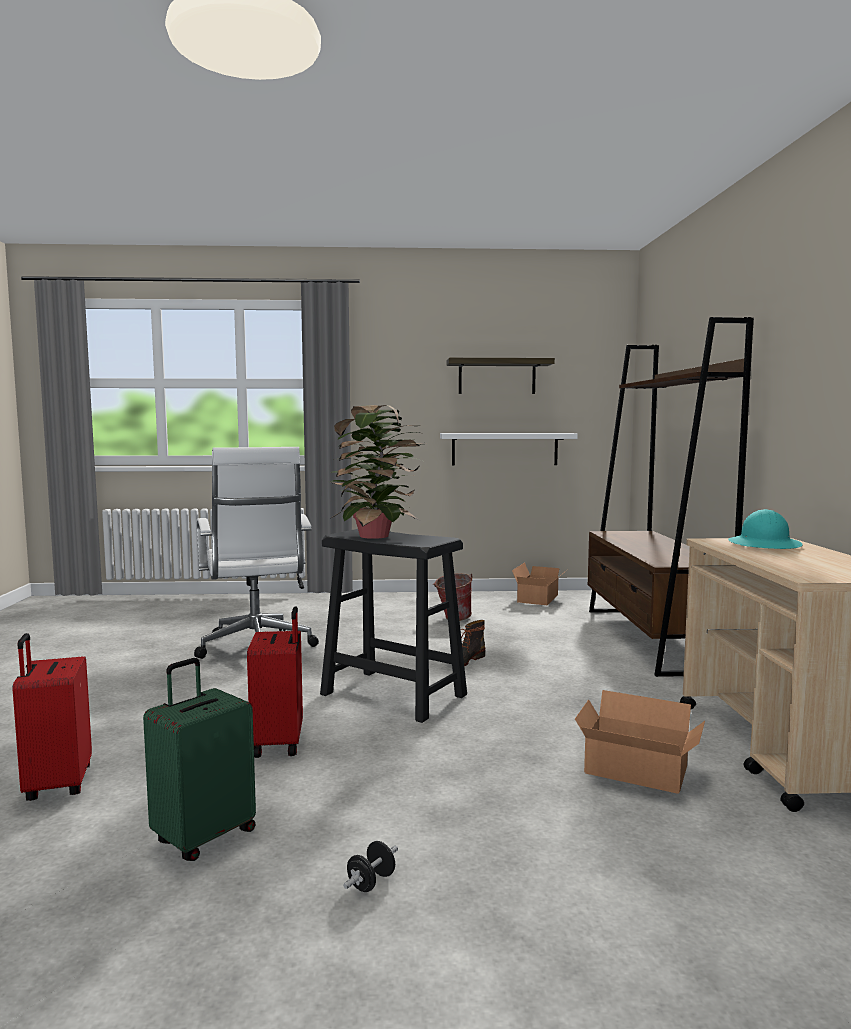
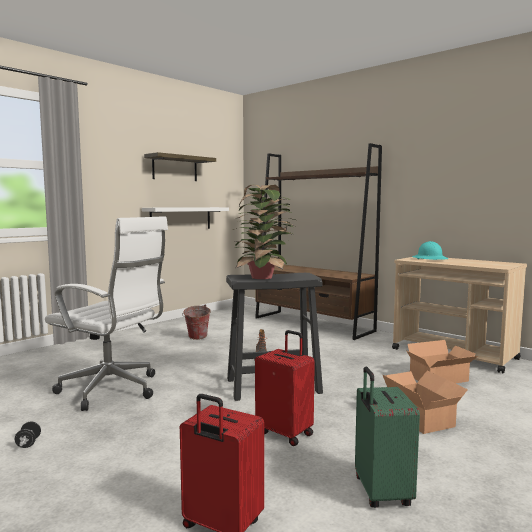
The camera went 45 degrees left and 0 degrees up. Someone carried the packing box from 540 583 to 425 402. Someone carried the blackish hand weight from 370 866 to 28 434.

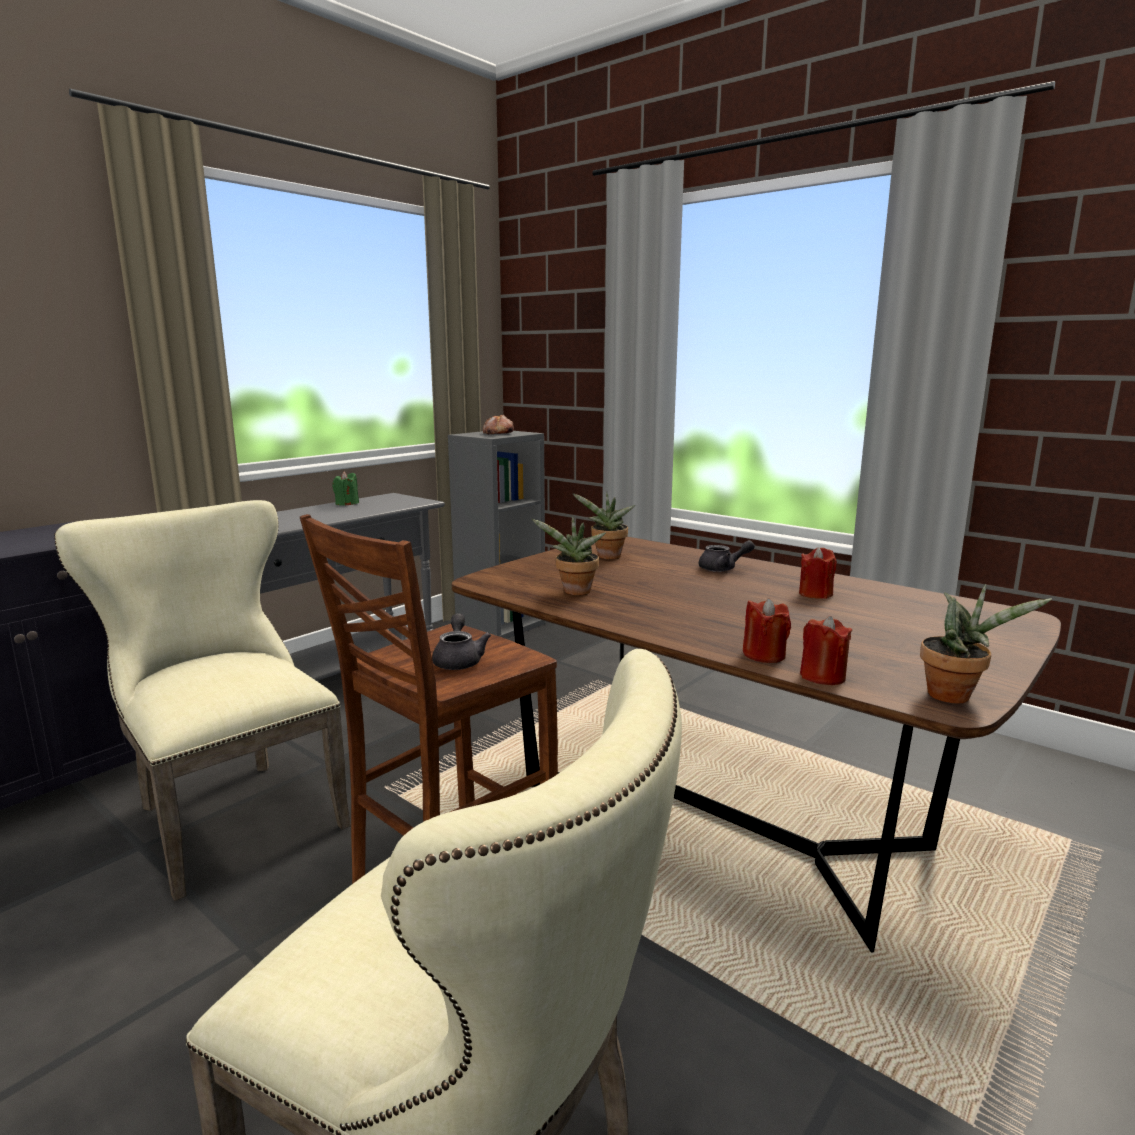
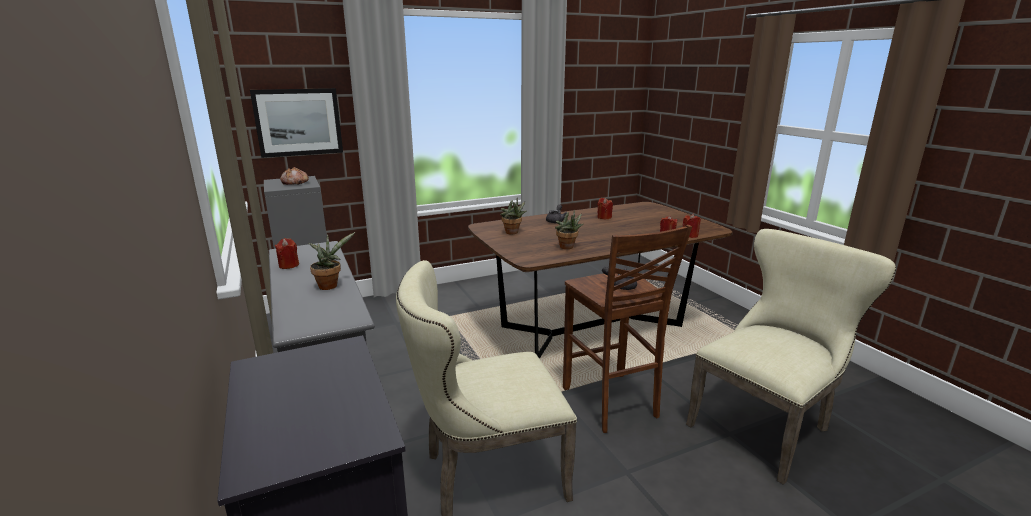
The camera went 65 degrees left and 5 degrees up. Someone repainted the greenish candle at 345 488, which became the reddish candle at 287 253. Someone carried the houseplant from 986 644 to 331 261. Someone put up the wall picture at 296 123.

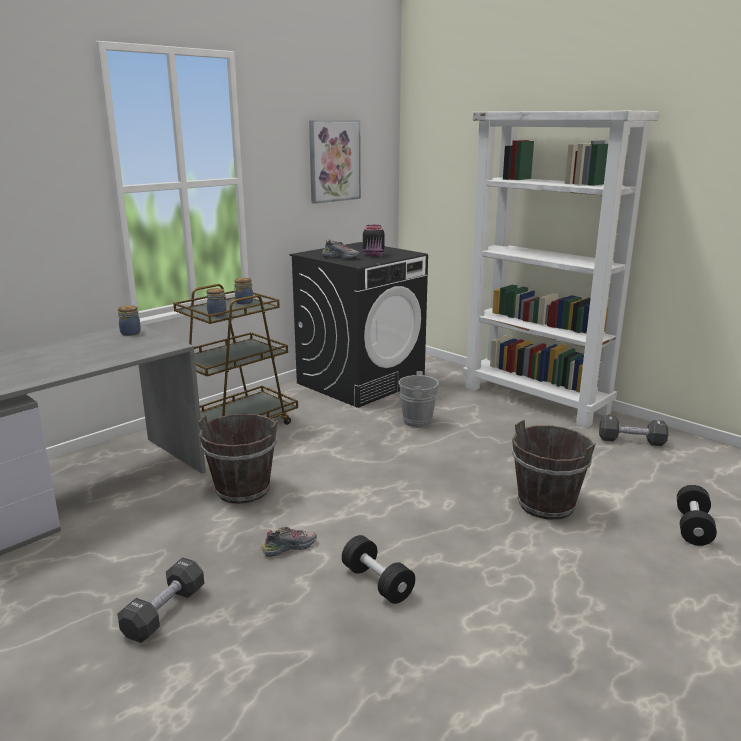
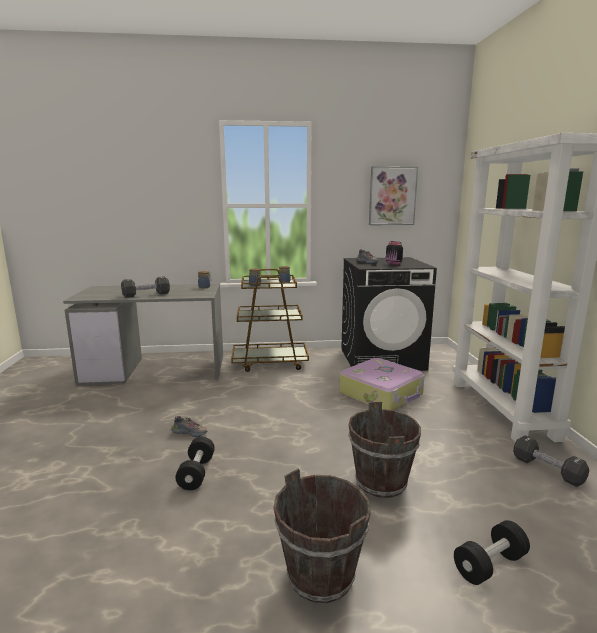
The camera went 40 degrees right and 5 degrees down. Someone swapped the grey pail at 422 399 for the piece of luggage at 382 384. Someone carried the brownish pail from 238 459 to 322 536. Someone carried the blackish hand weight from 160 600 to 145 287.

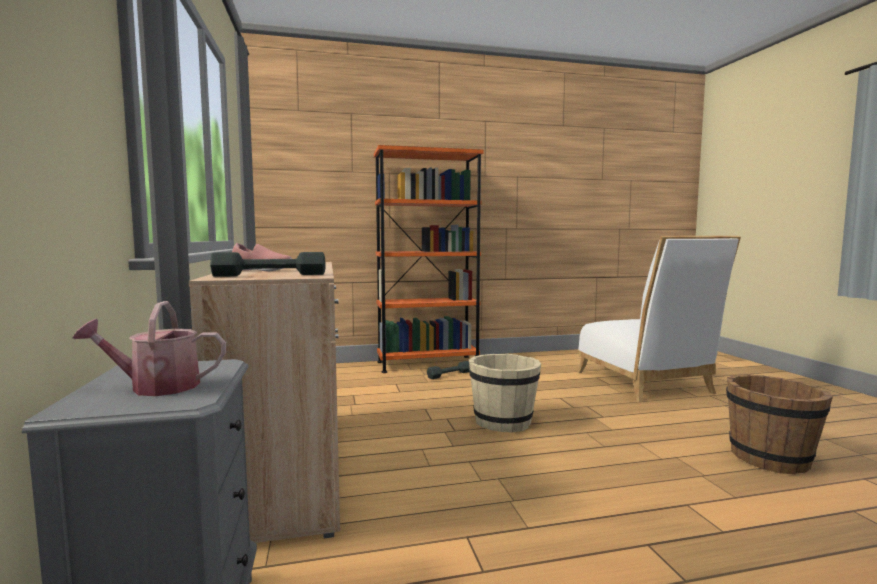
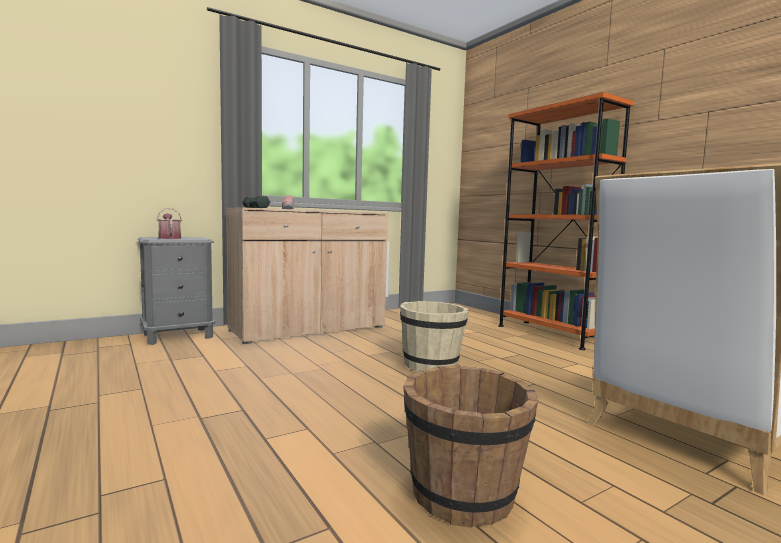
The camera went 70 degrees right and 0 degrees up. Someone took away the grey hand weight at 448 370.

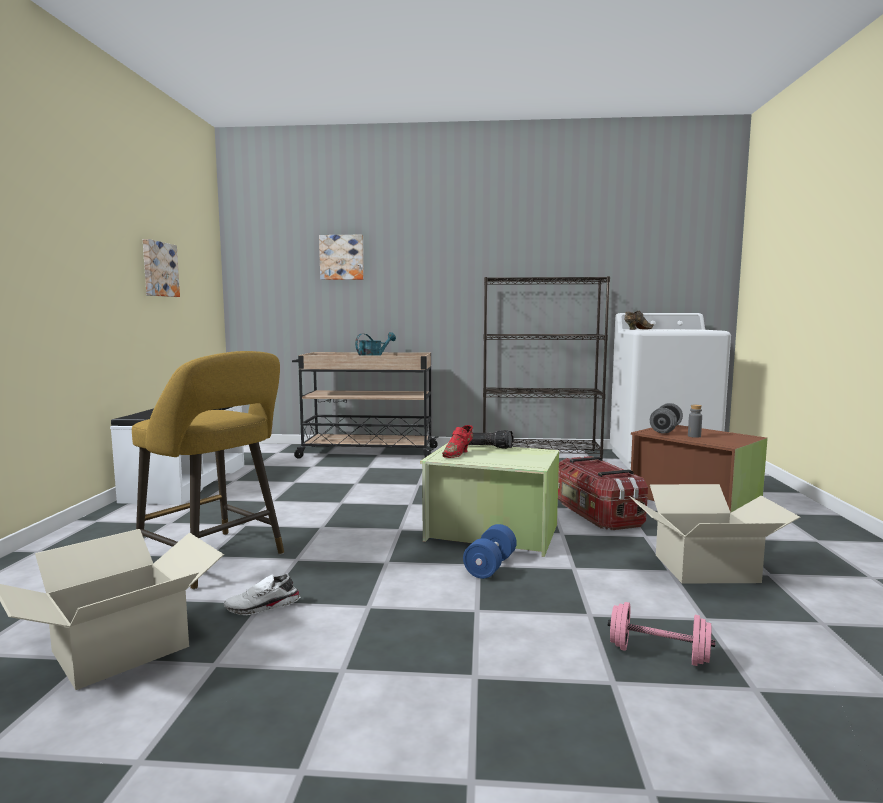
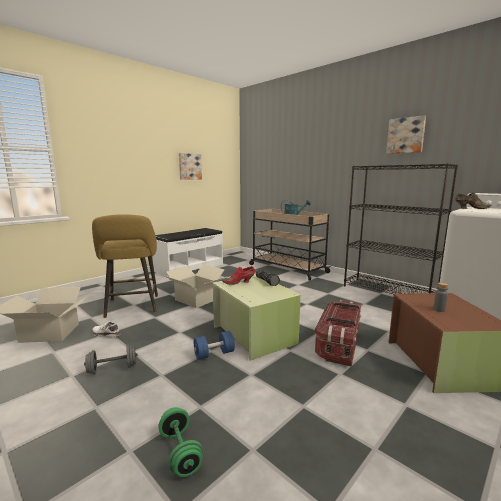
The camera went 40 degrees right and 5 degrees up. Someone carried the wall picture from 341 257 to 406 134. Someone carried the grey hand weight from 666 418 to 111 360. Someone carried the packing box from 714 534 to 195 286. Someone repainted the pink hand weight at 661 634, which became the greenish hand weight at 180 442.

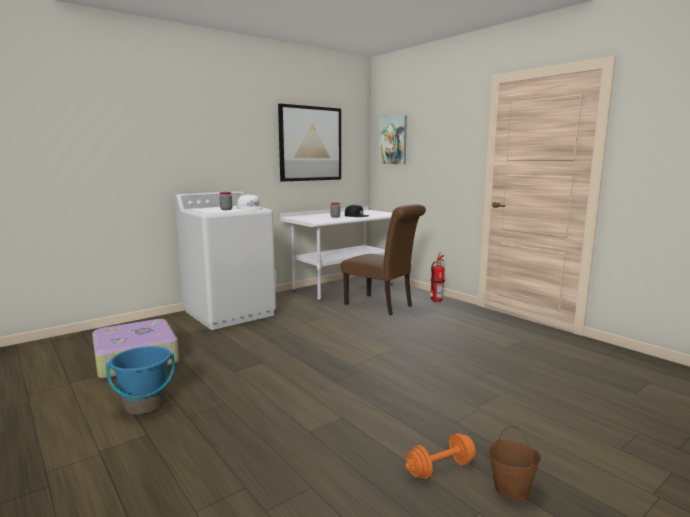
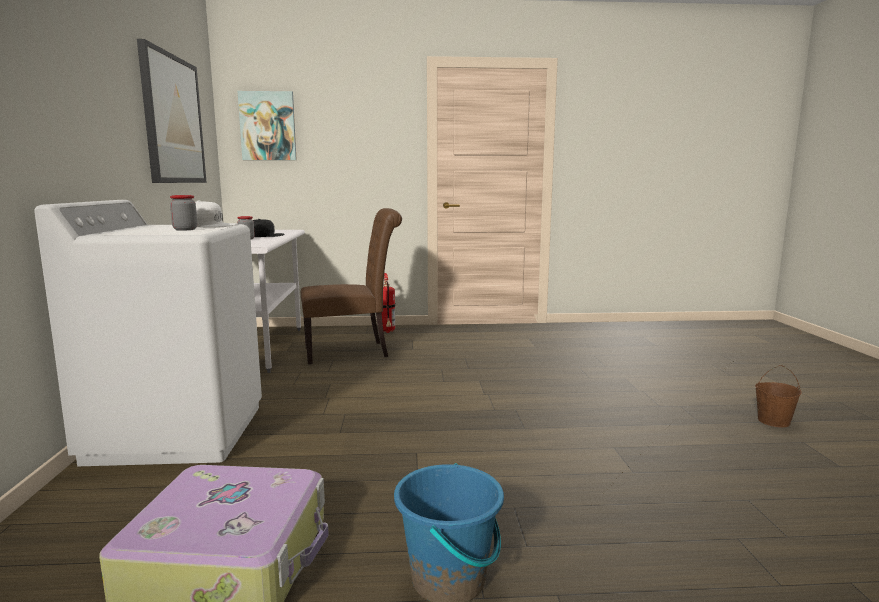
The camera went 55 degrees left and 0 degrees up. Someone took away the orangey hand weight at 441 456.

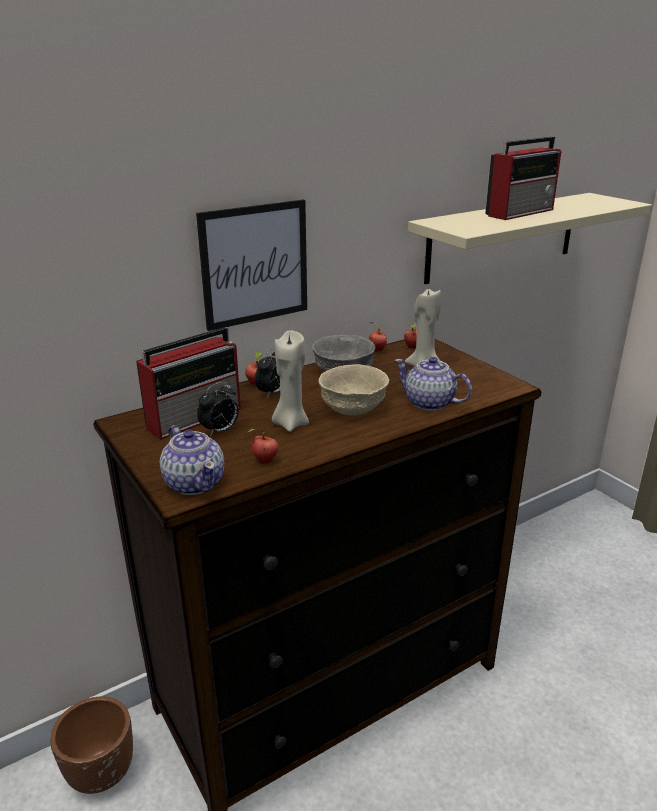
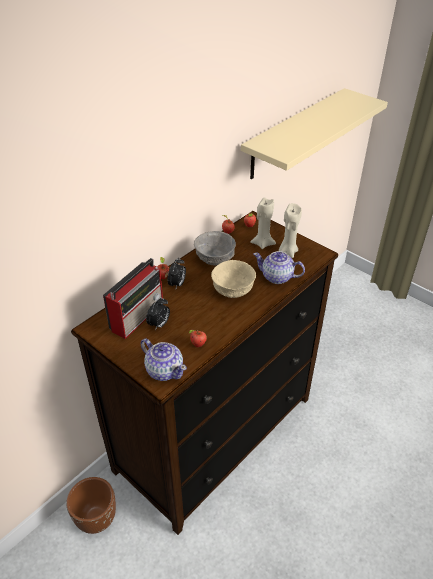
The camera went 15 degrees left and 15 degrees up. Someone took away the radio set at 523 178. Someone took away the wall picture at 251 265. Someone carried the beige-coloured candle from 290 381 to 290 230.

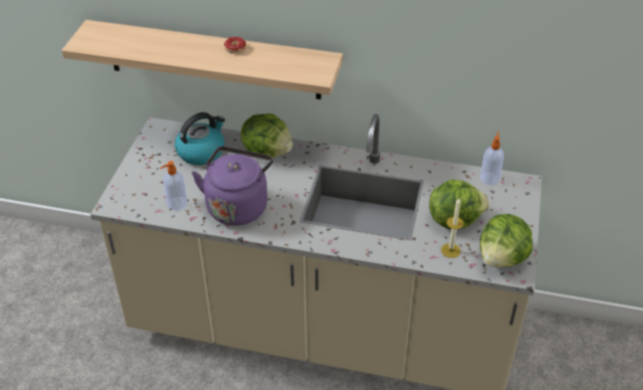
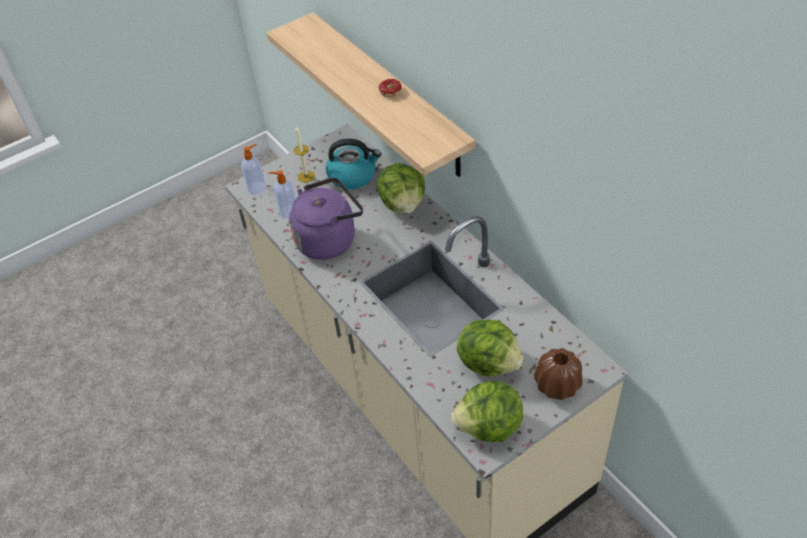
The camera went 45 degrees right and 5 degrees up. Someone carried the soap dispenser from 492 158 to 253 169. Someone carried the candle from 452 228 to 304 154. Someone put down the brownish decorative vase at 558 374.

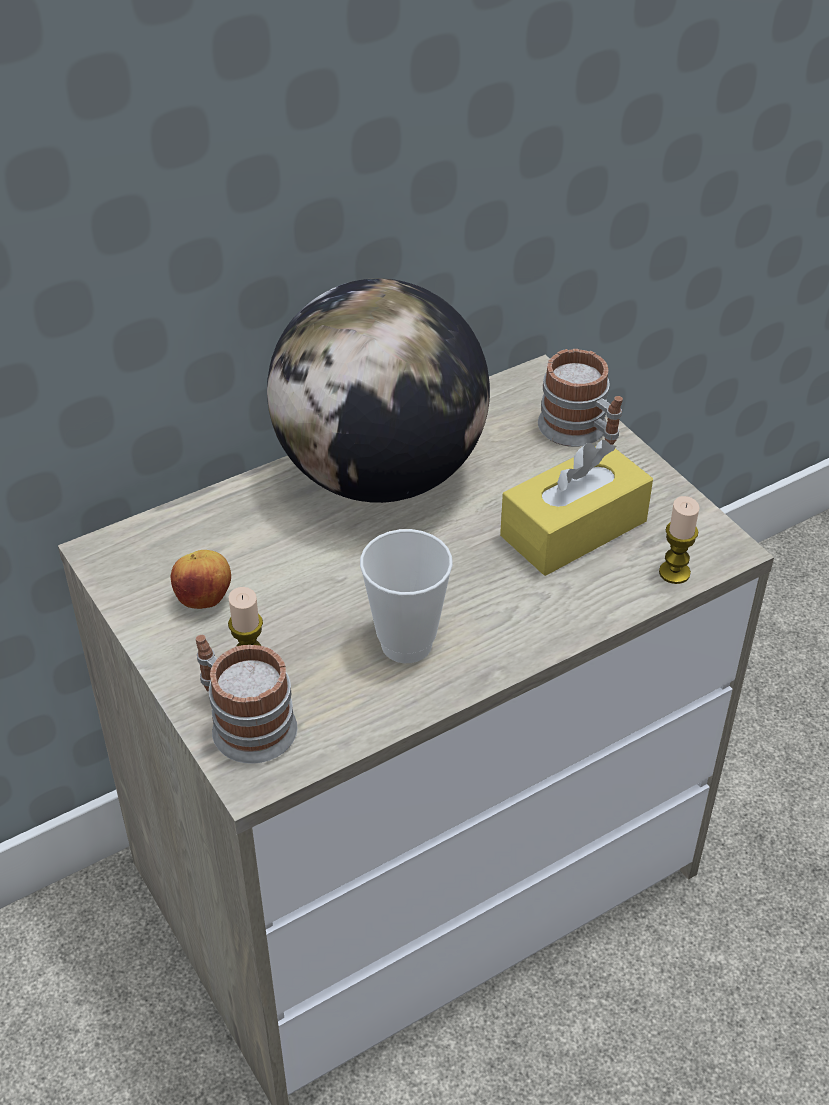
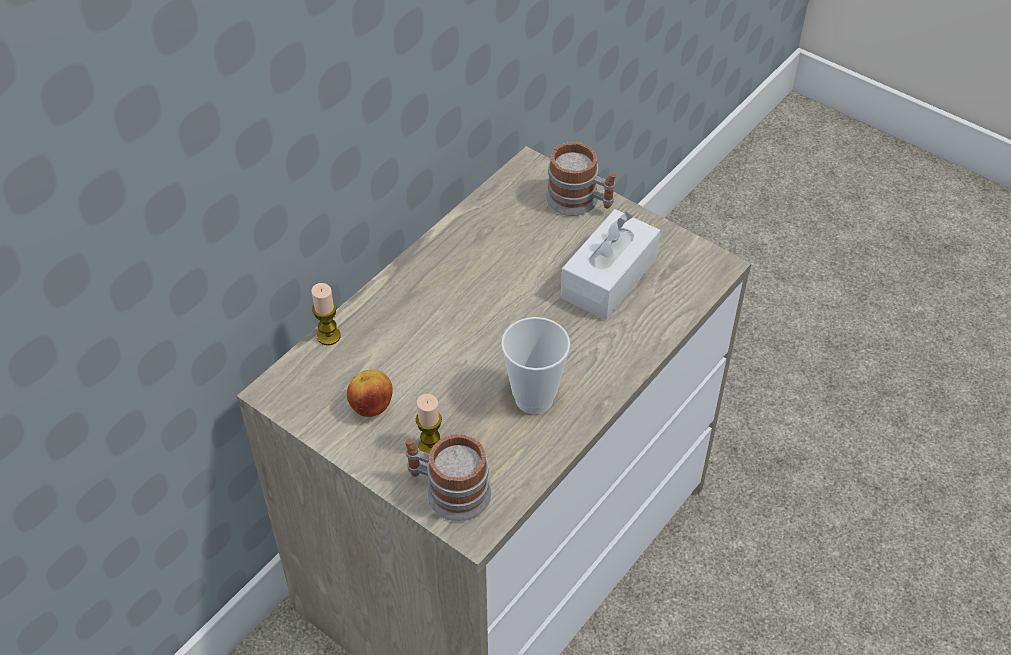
The camera went 20 degrees left and 5 degrees up. Someone took away the desk globe at 378 390. Someone repainted the yellow tissue holder at 576 508, which became the white-coloured tissue holder at 610 264. Someone carried the candle from 679 540 to 326 314.

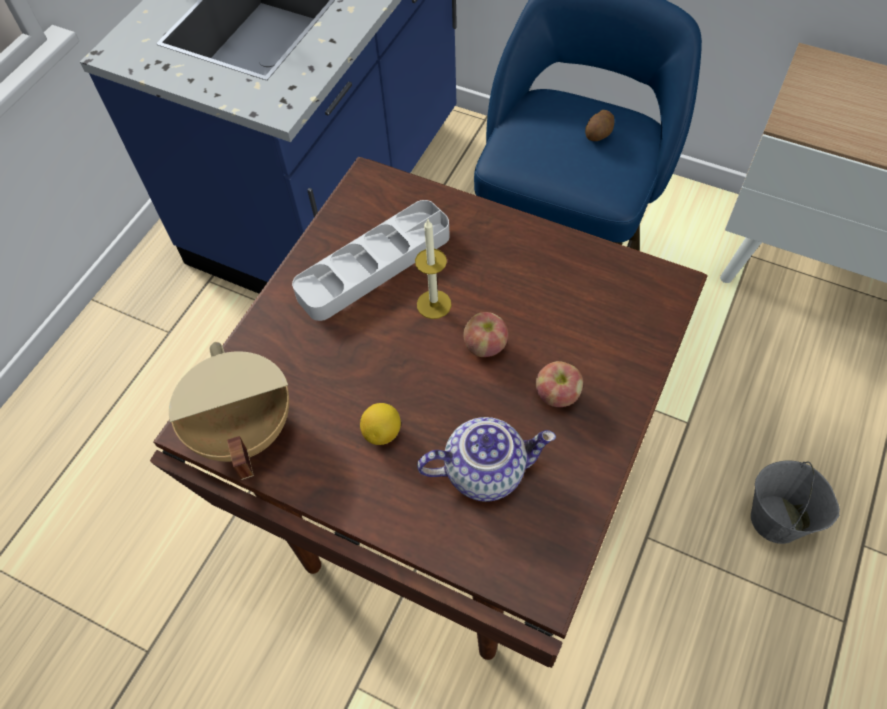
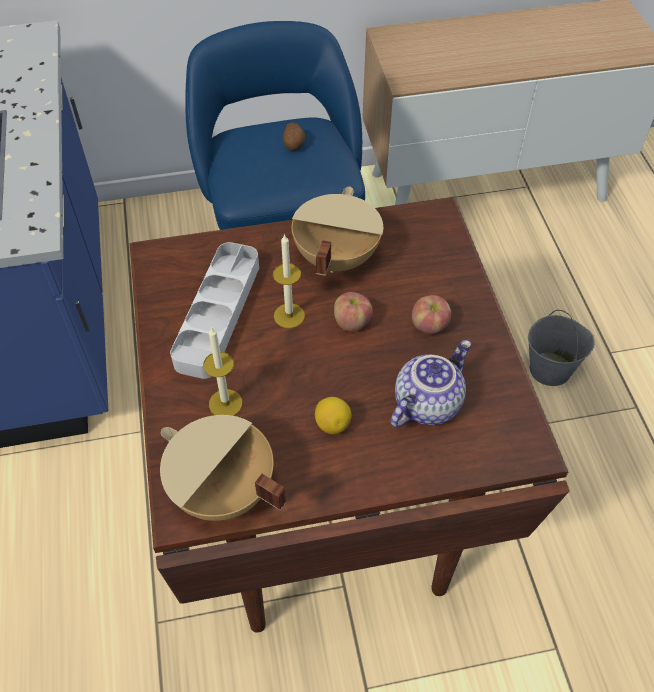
The camera went 40 degrees left and 5 degrees down. Someone put down the beige-coloured saucepot at 337 231. Someone put down the candle at 222 371.

